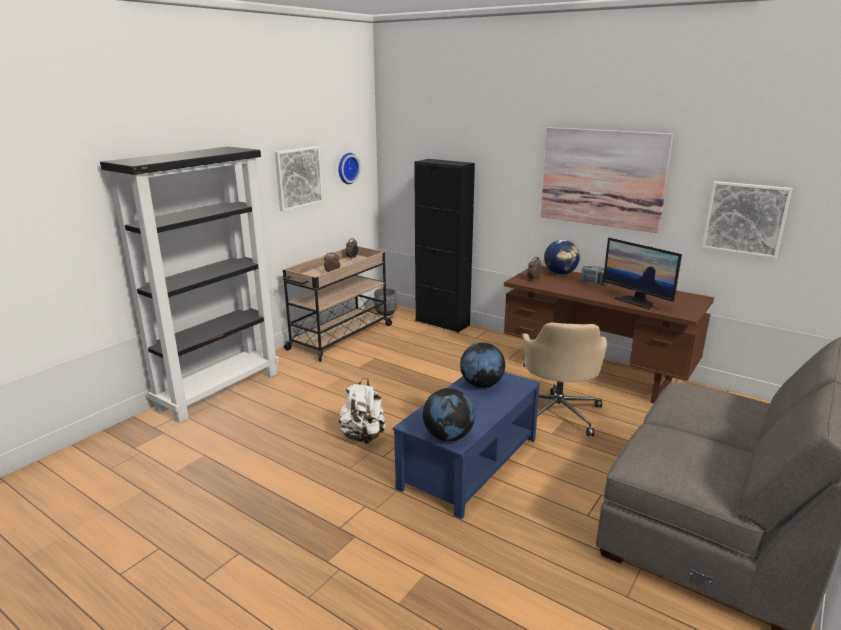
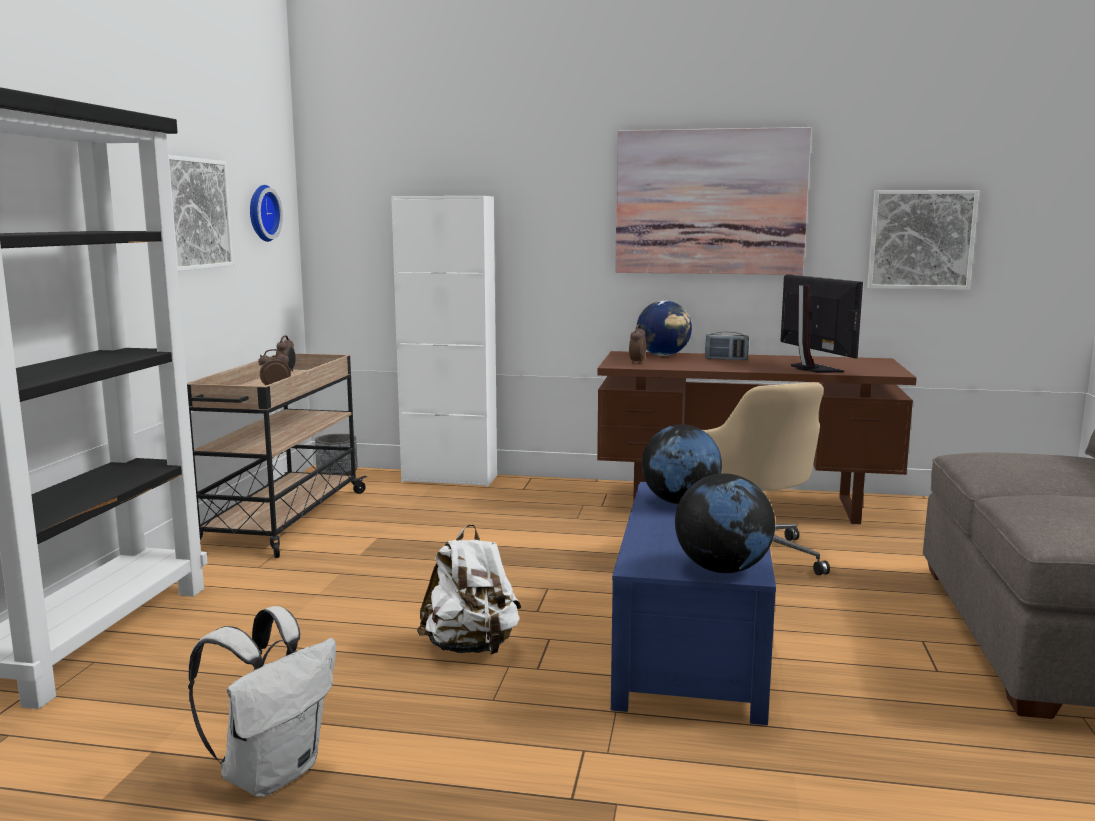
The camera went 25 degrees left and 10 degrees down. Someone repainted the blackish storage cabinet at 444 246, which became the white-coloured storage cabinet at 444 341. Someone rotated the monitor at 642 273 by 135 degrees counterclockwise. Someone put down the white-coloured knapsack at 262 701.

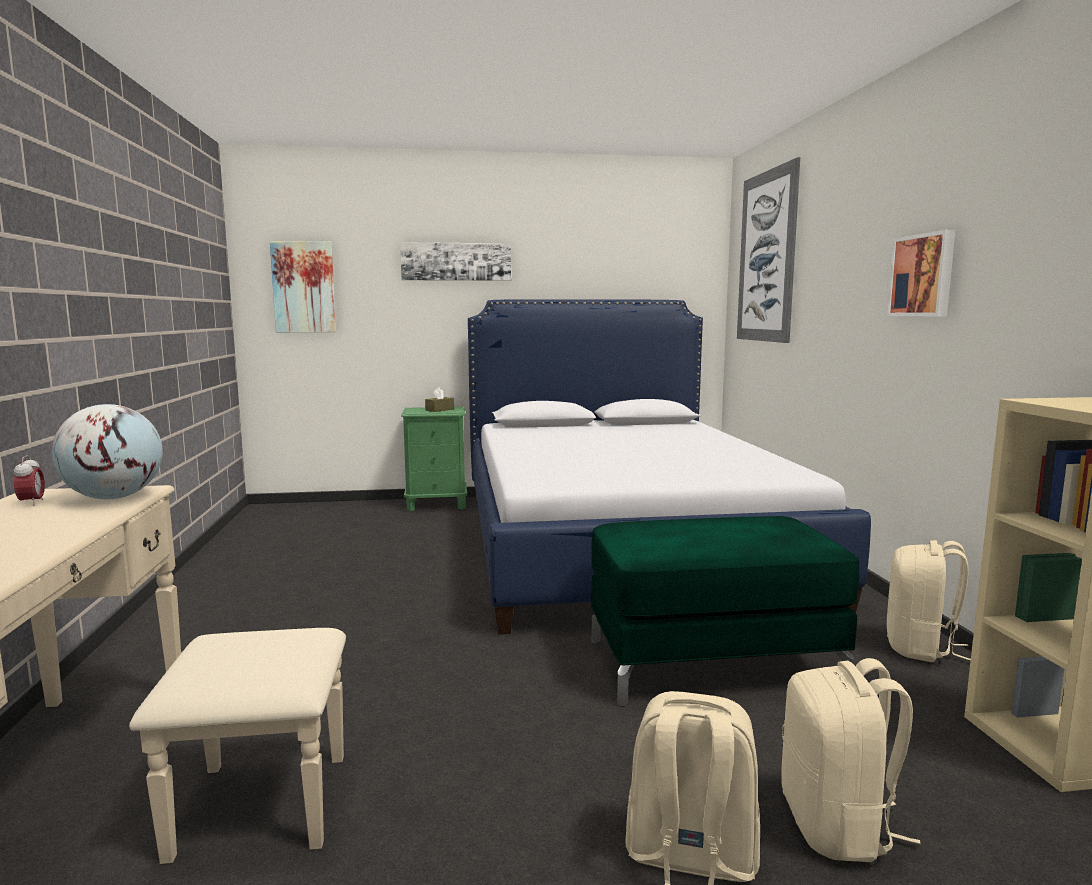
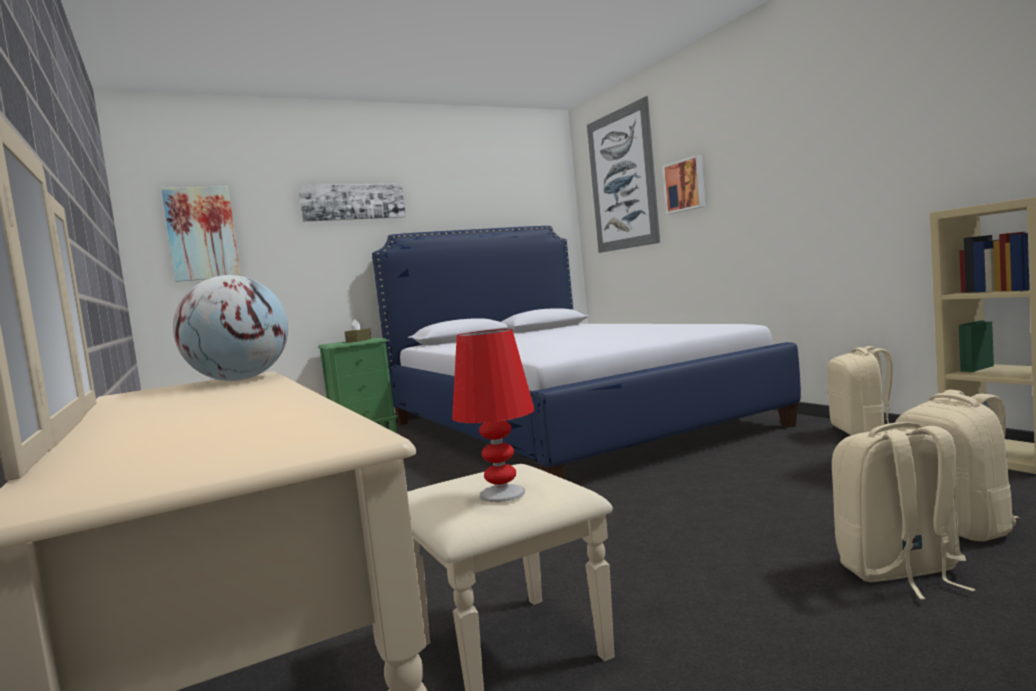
The camera went 20 degrees left and 5 degrees down. Someone carried the wall picture from 921 273 to 684 184. Someone took away the table clock at 29 480. Someone took away the greenish footrest at 725 611. Someone put down the reddish table lamp at 493 415.

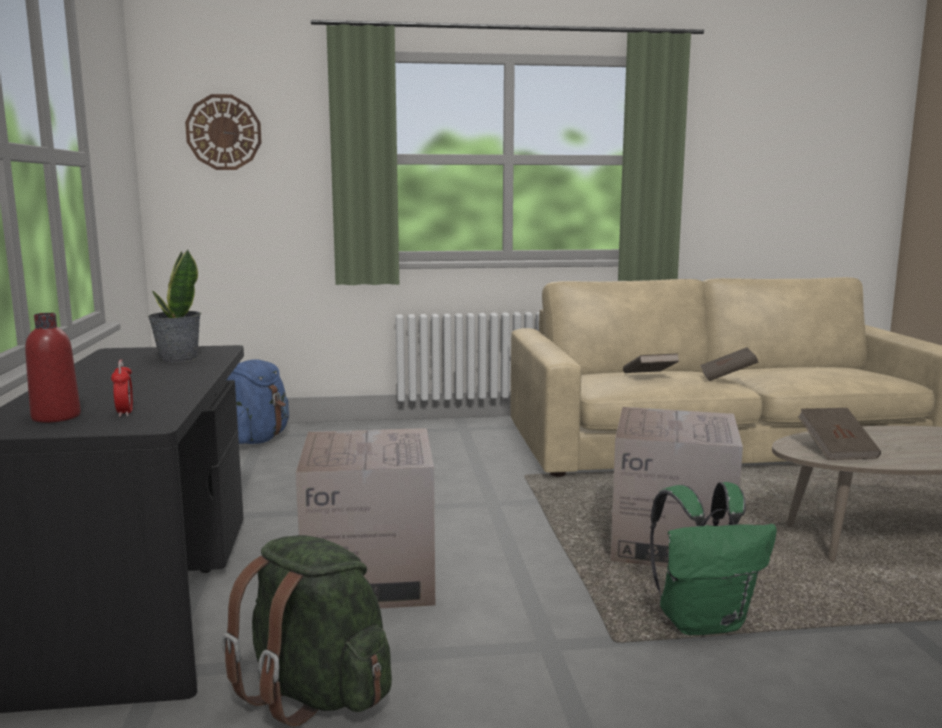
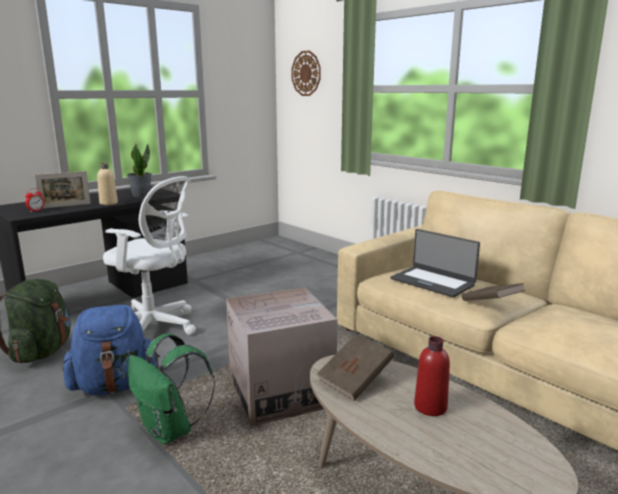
The camera went 55 degrees right and 5 degrees up. Someone carried the reddish drink bottle from 53 368 to 432 376. Someone swapped the brownish volume at 651 363 for the portable computer at 435 263. Someone carried the bluish knapsack from 257 401 to 111 350. Someone swapped the packing box at 365 518 for the white-coloured office chair at 149 255. Someone put down the beige-coloured drink bottle at 107 184. Someone put down the picture frame at 63 189.

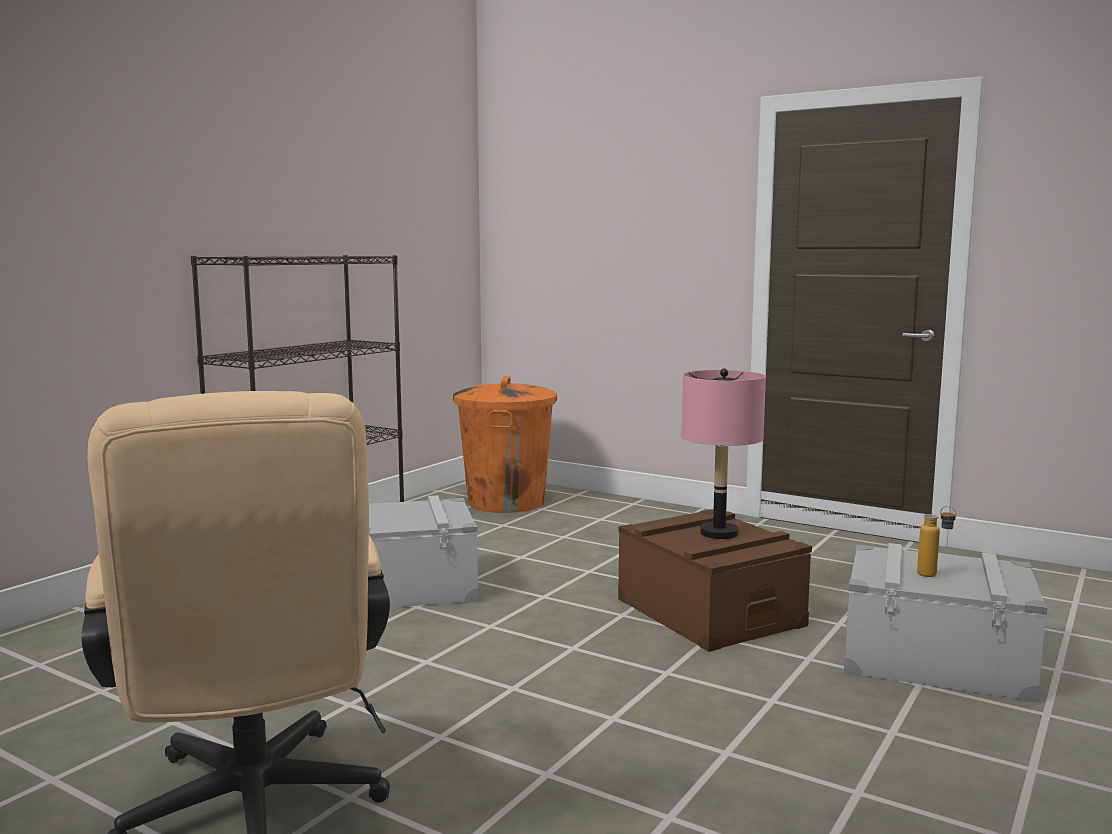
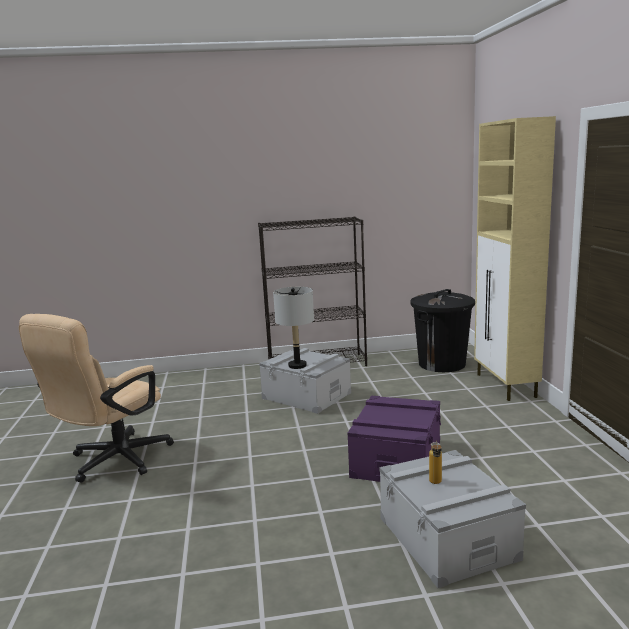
The camera went 50 degrees right and 5 degrees up. Someone took away the pink table lamp at 724 453. Someone repainted the orangey waste bin at 505 444, which became the blackish waste bin at 443 330. Someone repainted the brownish storage bin at 715 580, which became the purplish storage bin at 394 439. Someone put down the beige-coloured storage cabinet at 515 258. Someone put down the grey table lamp at 293 328.

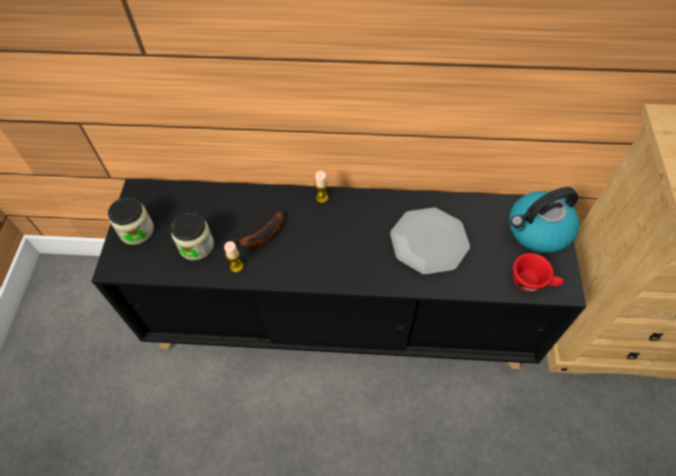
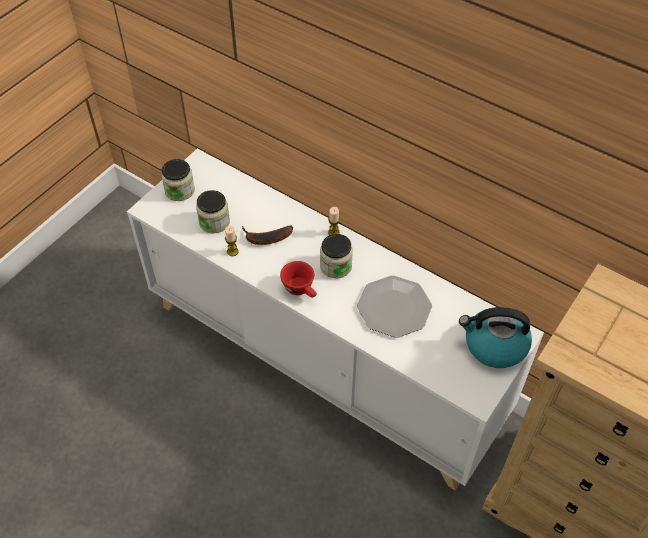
The camera went 30 degrees right and 5 degrees down. Someone repainted the blackish storage cabinet at 338 274, which became the white-coloured storage cabinet at 335 320. Someone carried the reddish small cup from 538 272 to 298 279. Someone put down the jar at 336 256.

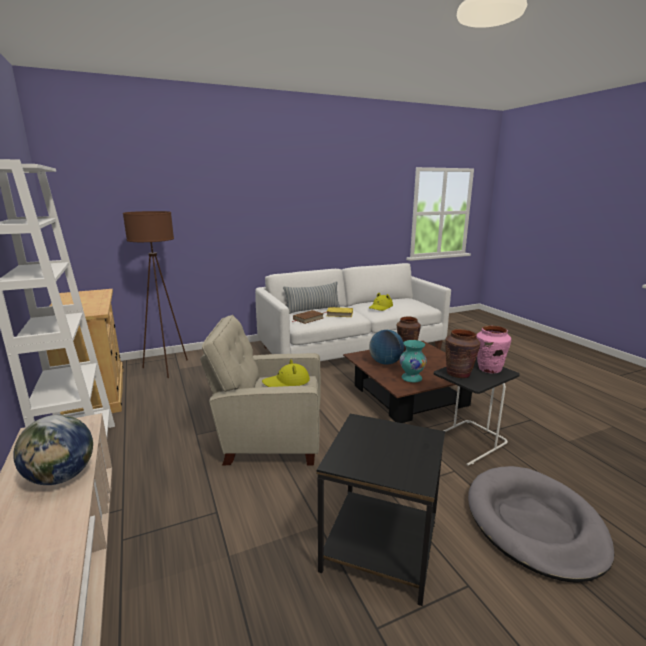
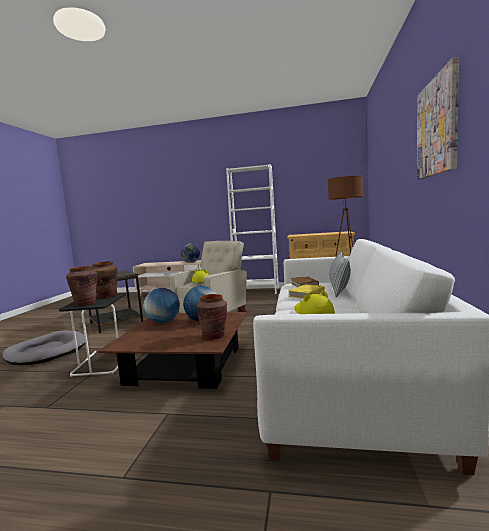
The camera went 125 degrees right and 10 degrees down. Someone repainted the pink decorative vase at 494 349, which became the brownish decorative vase at 81 286. Someone swapped the turquoise-coloured decorative vase at 413 361 for the desk globe at 161 305. Someone put up the wall picture at 438 118.

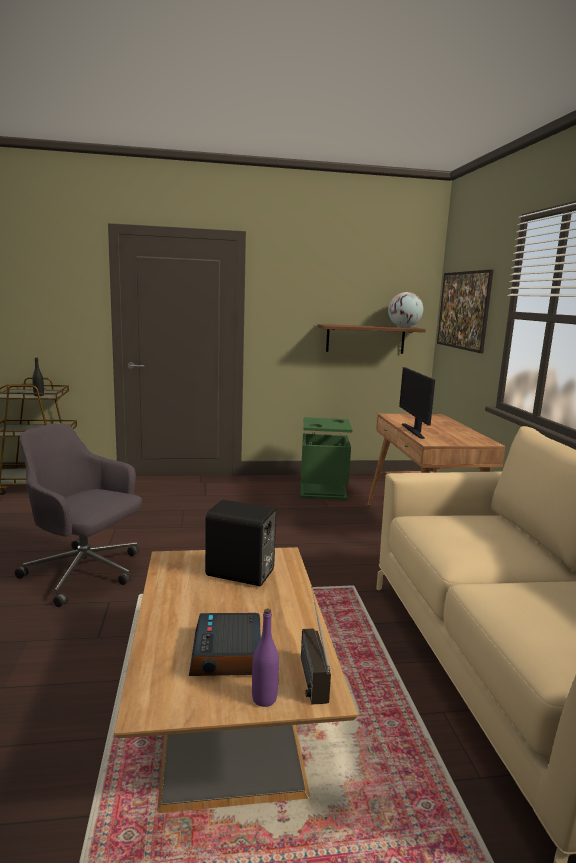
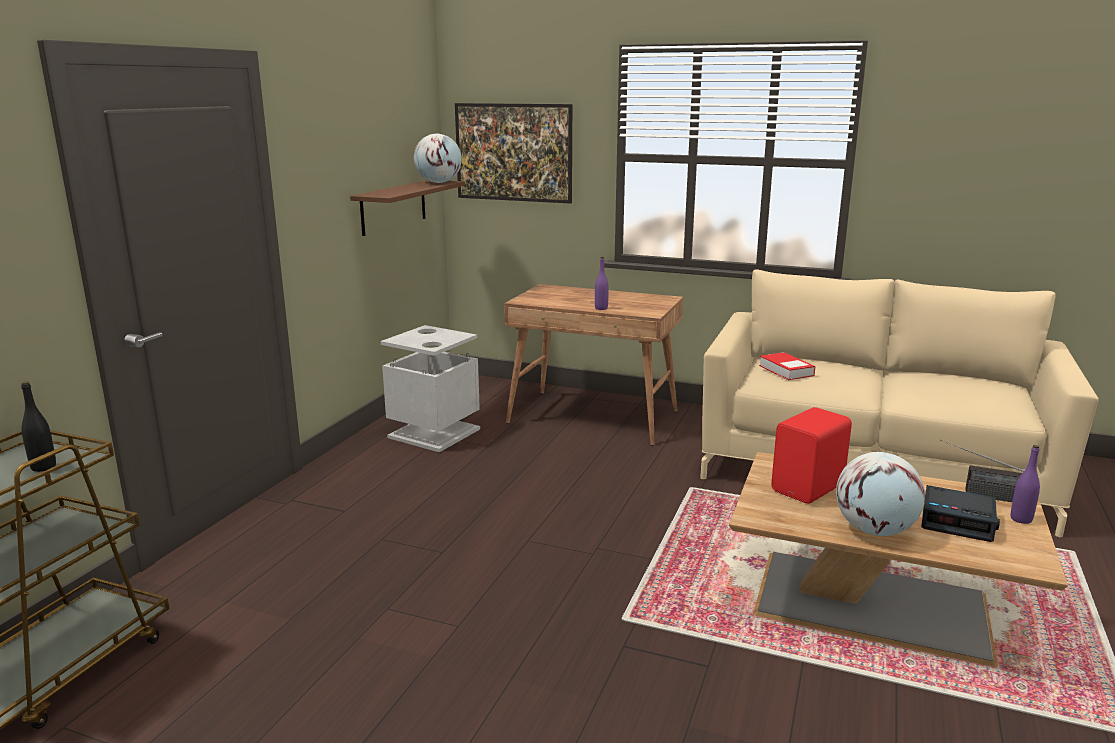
The camera went 60 degrees left and 5 degrees up. Someone swapped the monitor at 417 403 for the purplish drink bottle at 602 283. Someone repainted the greenish waste bin at 326 458, which became the grey waste bin at 430 388. Someone took away the grey office chair at 78 515. Someone repainted the blackish loudspeaker at 240 543, which became the reddish loudspeaker at 811 455. Someone put down the volume at 787 366. Someone put down the desk globe at 880 494.

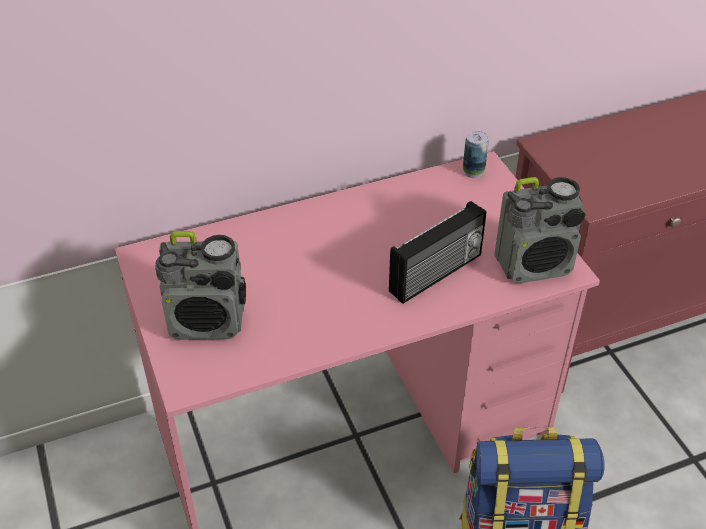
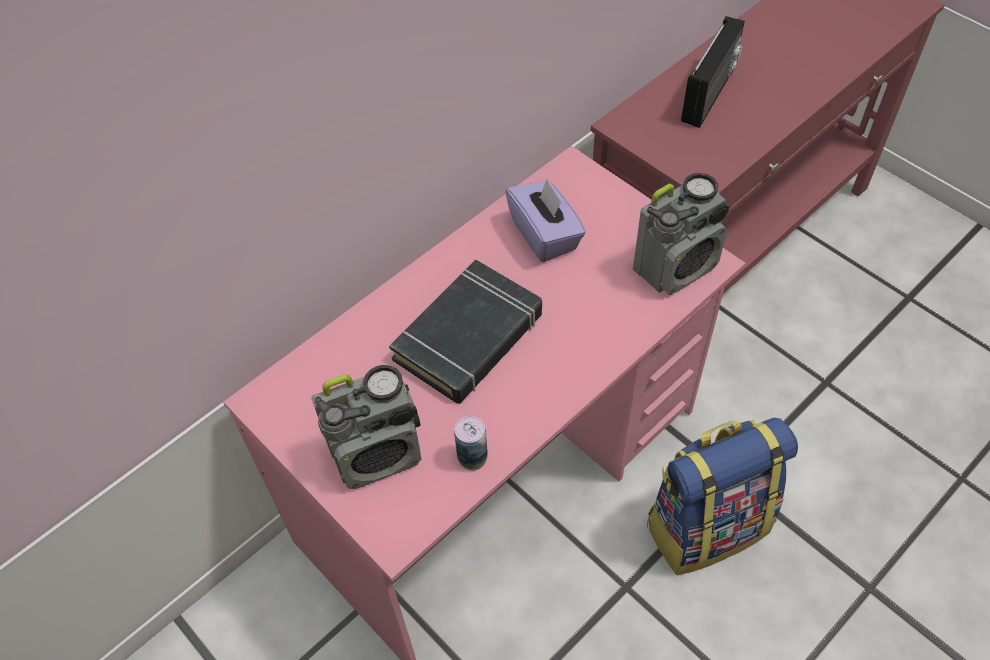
The camera went 20 degrees left and 10 degrees up. Someone carried the metal can from 476 154 to 471 443. Someone carried the radio set from 437 252 to 713 72. Someone put down the purplish tissue holder at 545 220. Someone put down the blackish volume at 465 332.

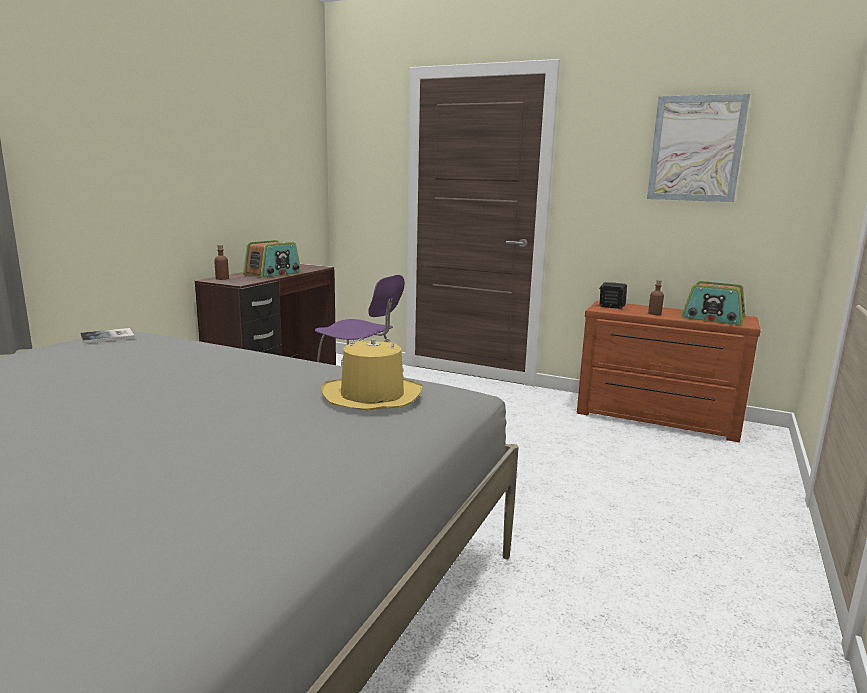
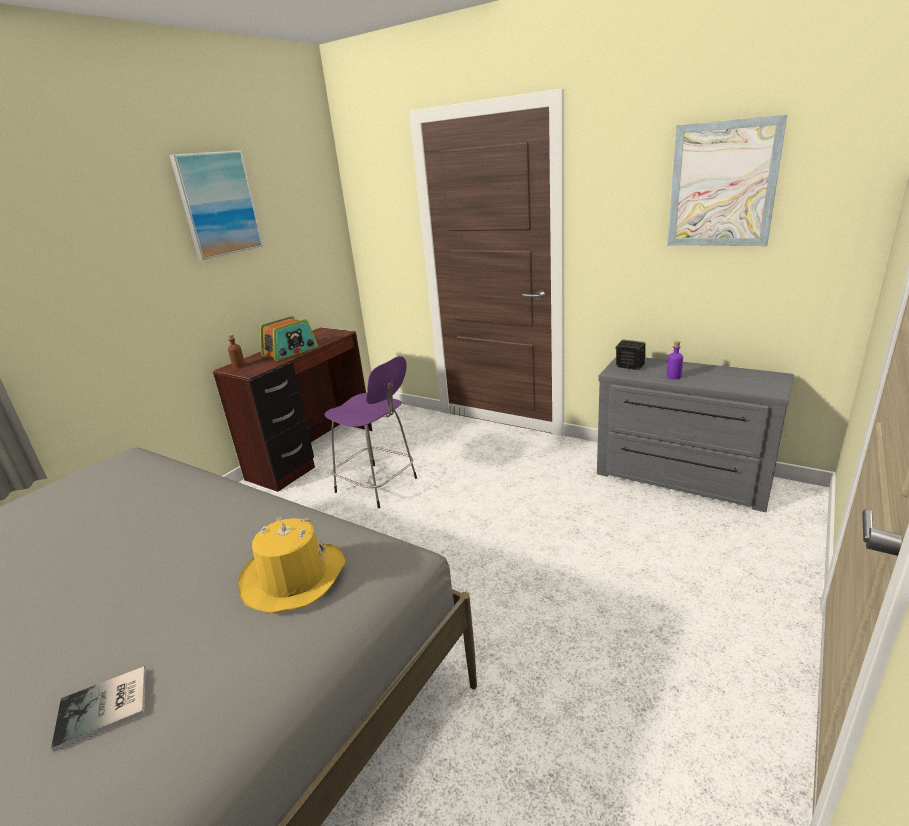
The camera went 10 degrees right and 10 degrees up. Someone repainted the brownish drink bottle at 656 297, which became the purplish drink bottle at 675 360. Someone took away the radio set at 713 303. Someone repainted the brownish chest of drawers at 669 371, which became the grey chest of drawers at 695 434. Someone carried the volume from 107 336 to 98 709. Someone put up the wall picture at 216 205.

